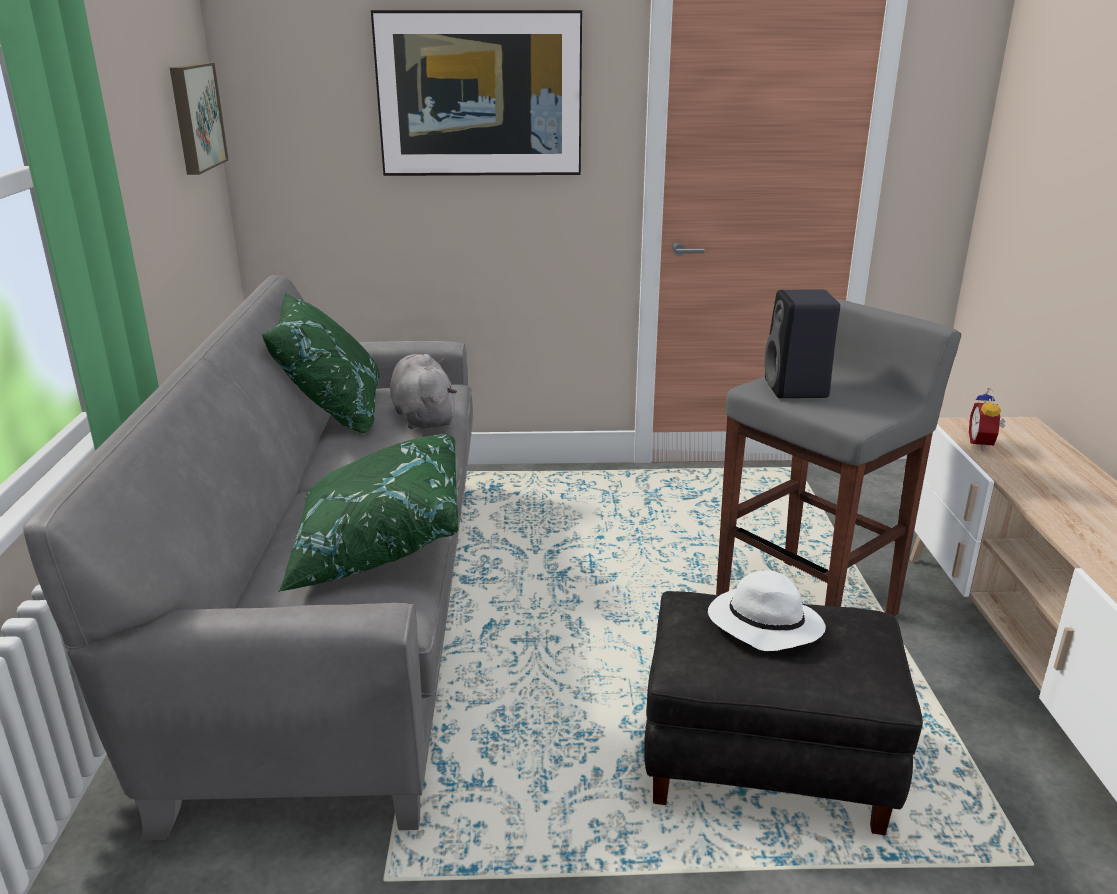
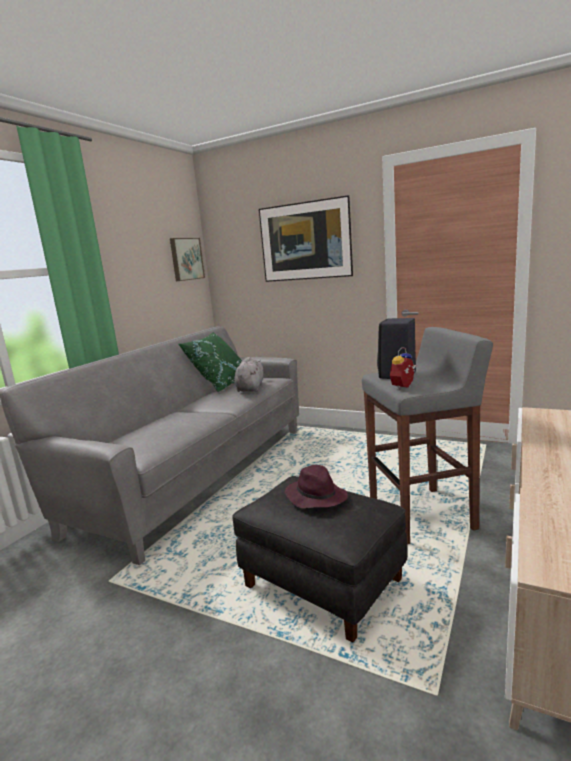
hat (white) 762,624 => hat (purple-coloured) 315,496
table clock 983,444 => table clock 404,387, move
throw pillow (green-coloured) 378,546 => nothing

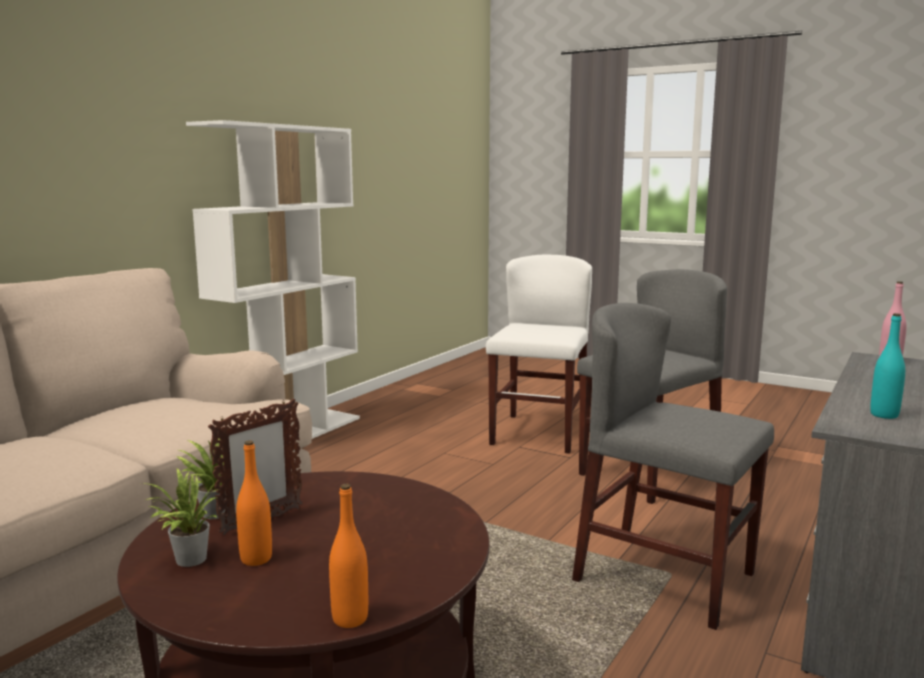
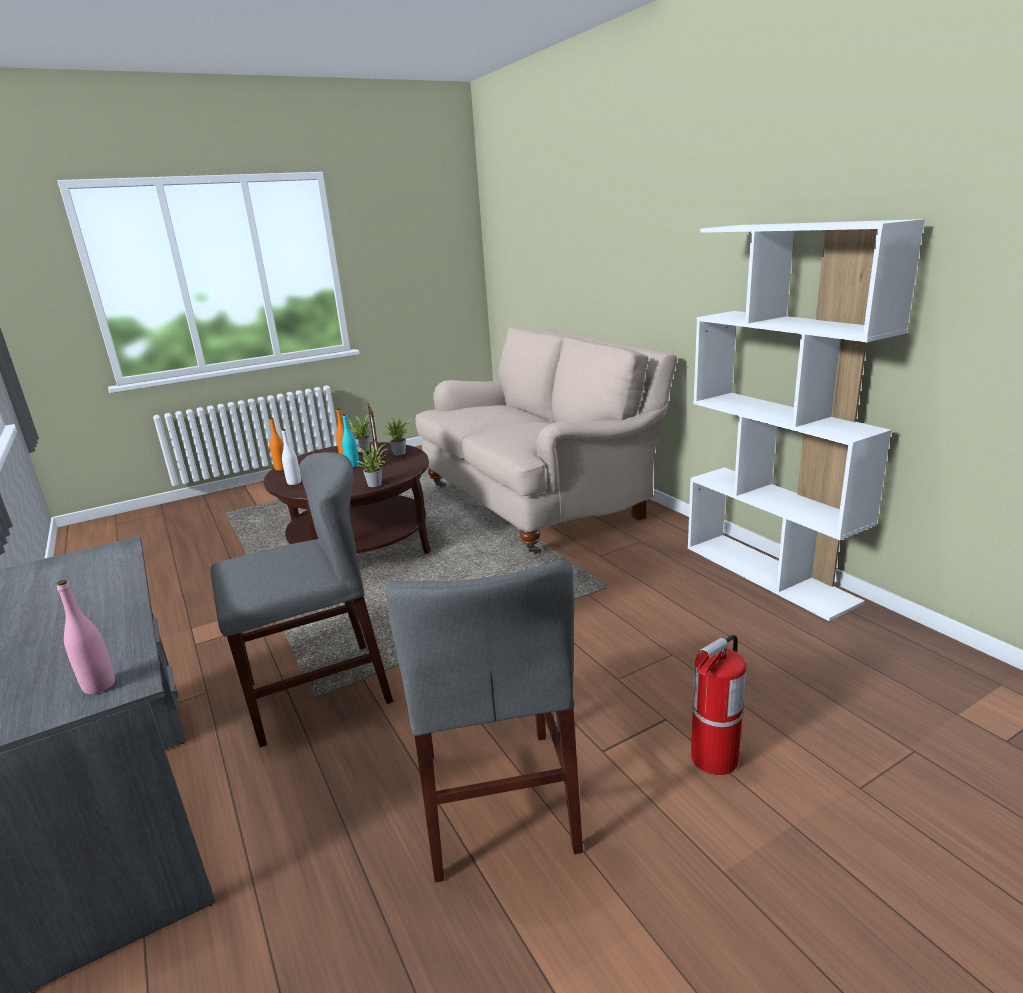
nothing => bottle (white) 294,482
bottle (turquoise-coloured) 884,415 => bottle (turquoise-coloured) 352,465, move
nothing => potted plant 375,483
plain chair (white) 539,433 => fire extinguisher 714,758

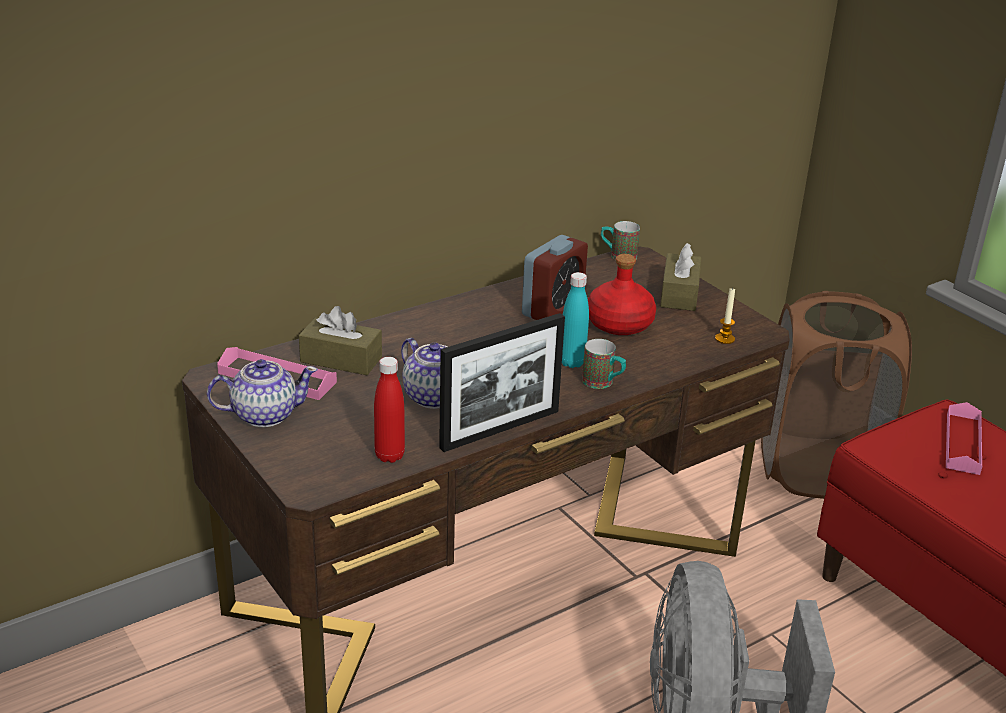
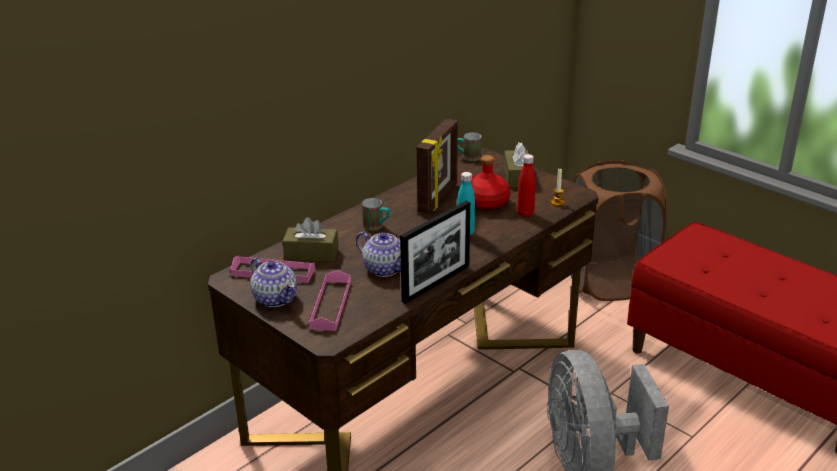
teapot 264,415 => teapot 275,298, 75 degrees clockwise
serving tray (pink-coloured) 962,443 => serving tray (pink-coloured) 330,305, move
mug 603,383 => mug 377,226, move
table clock 552,308 => photo frame 439,198
bottle (reddish) 389,456 => bottle (reddish) 525,213, move

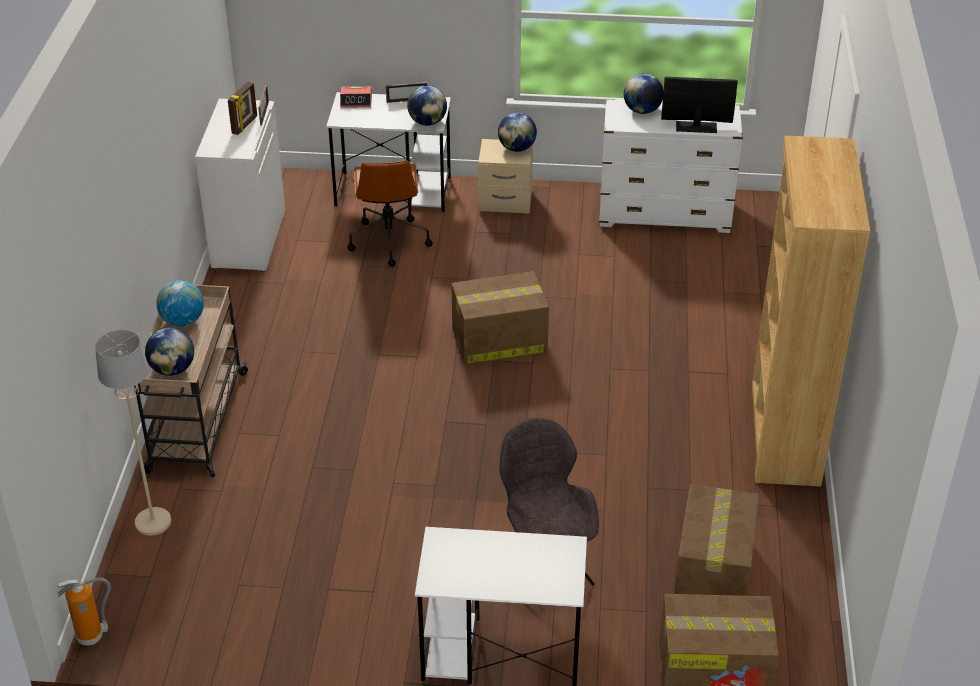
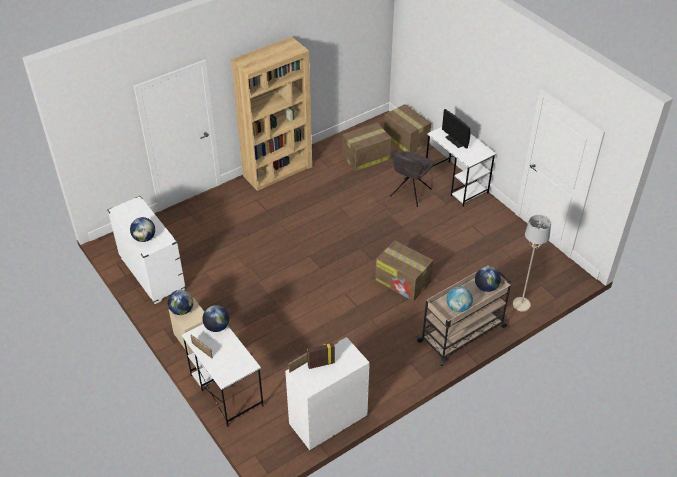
cardboard box 498,340 => cardboard box 403,281, move
computer screen 696,127 => computer screen 455,140, move
fire extinguisher 91,636 => nothing
table clock 356,101 => nothing
office chair (brown) 389,240 => nothing

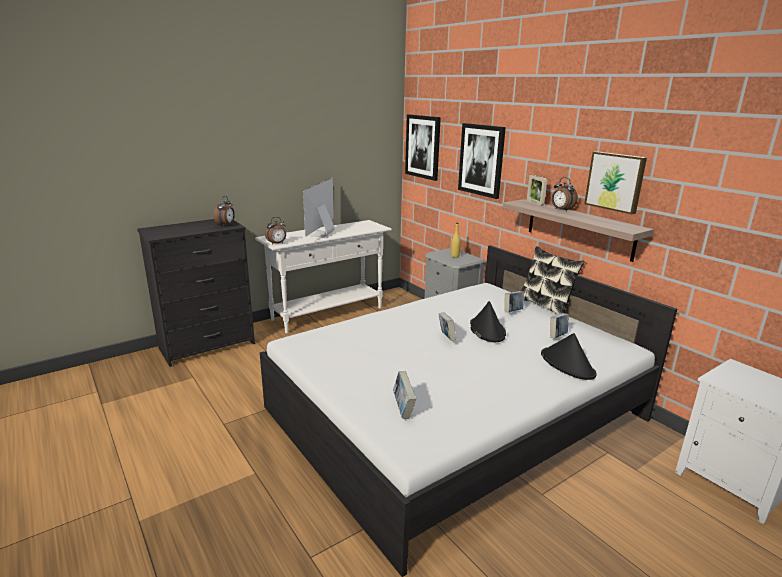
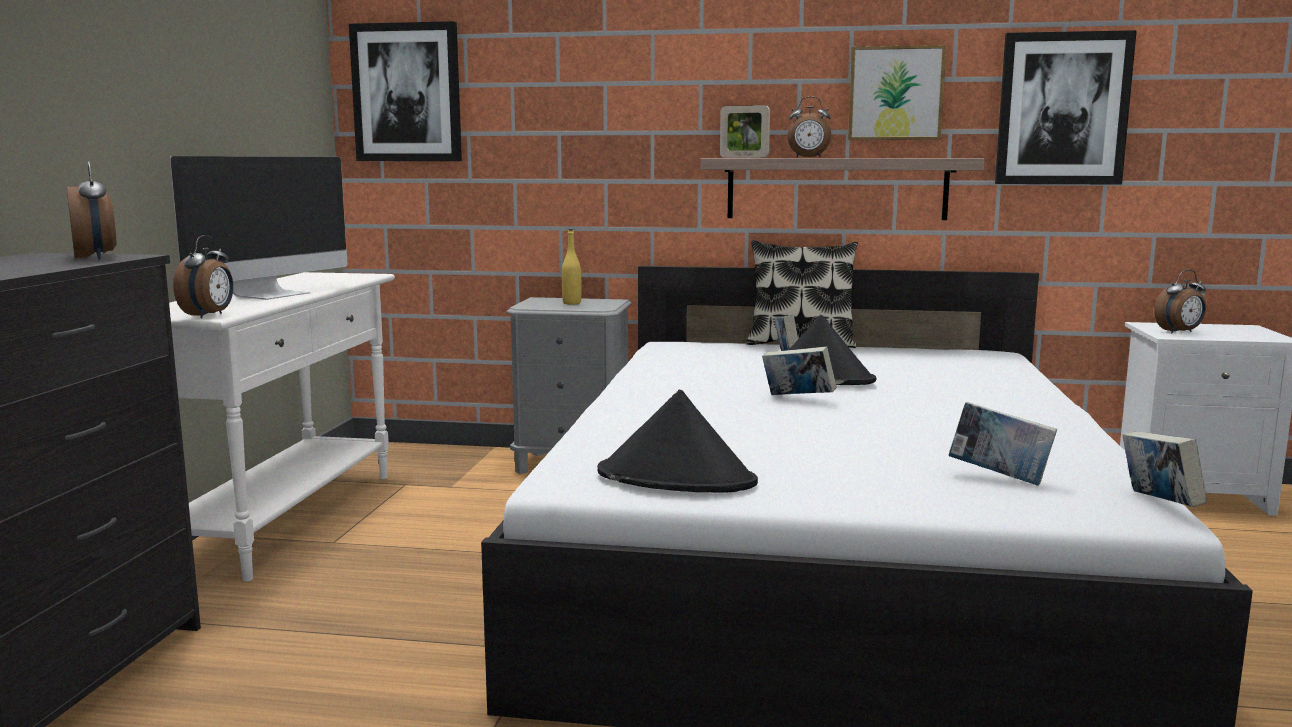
computer screen 321,234 => computer screen 271,294, 120 degrees counterclockwise
hat (black) 567,364 => hat (black) 677,478, move
wall art 481,160 => wall art 1062,109, move
volume 557,337 => volume 1158,504, move
nothing => table clock 1179,332

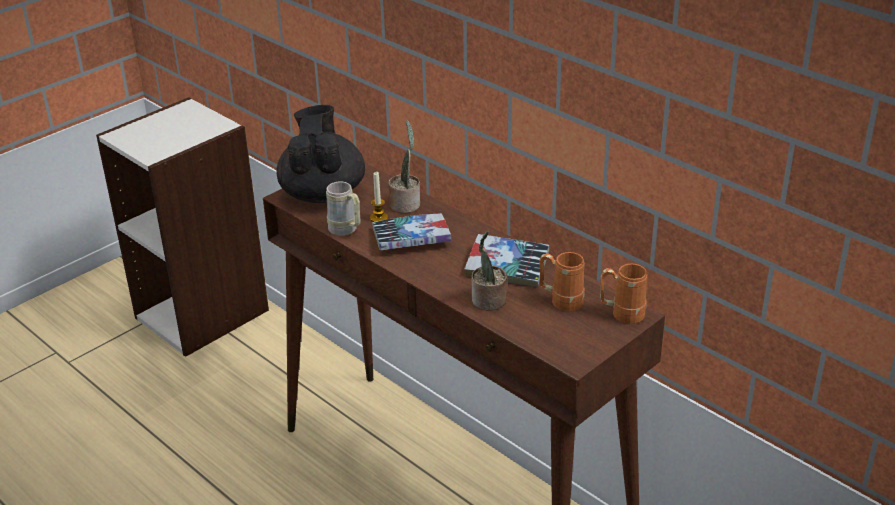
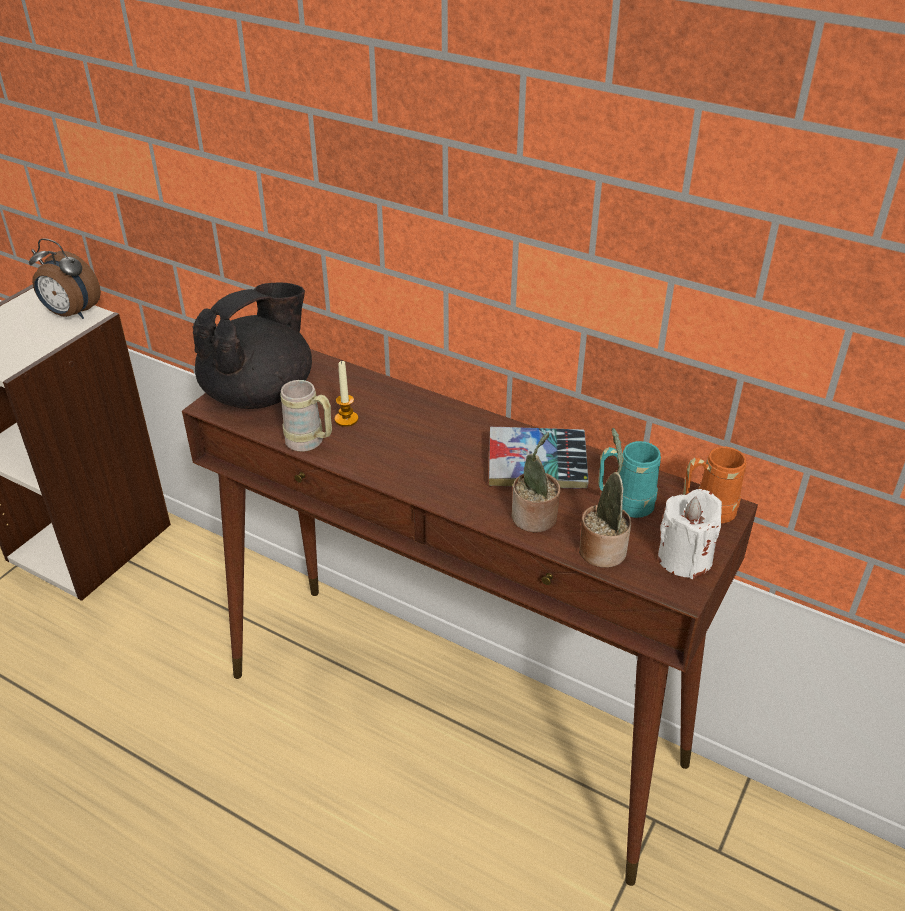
nothing => table clock 71,314
teapot (black) 322,193 => teapot (black) 260,393, 60 degrees clockwise
potted plant 405,204 => potted plant 602,548, move
mug (orange) 560,301 => mug (turquoise-coloured) 624,504
nothing => wax light (white) 684,558
volume 411,239 => nothing

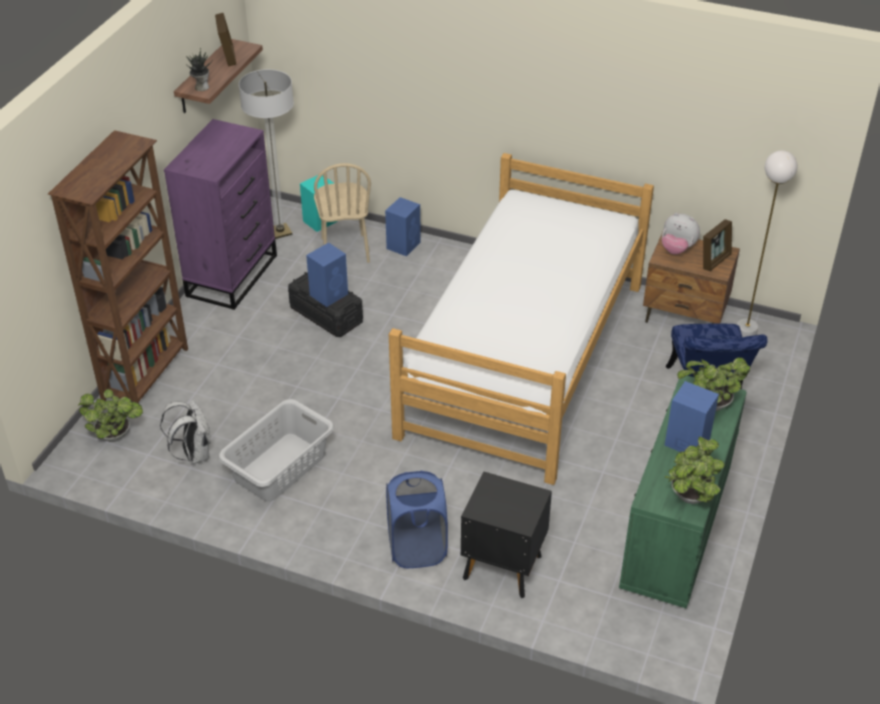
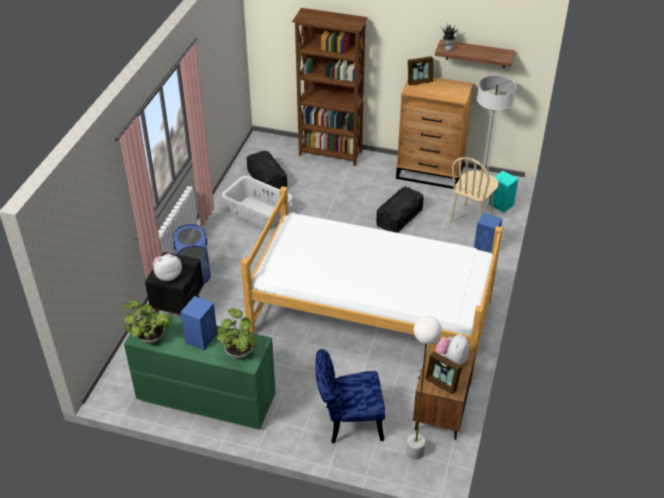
nothing => soft toy 168,276
rucksack (white) 194,454 => storage box (black) 267,180
drawer chest (purple-coloured) 232,275 => drawer chest (brown) 430,173
photo frame 227,56 => photo frame 420,82, move
plain chair (sand-coloured) 344,250 => plain chair (sand-coloured) 471,219, 45 degrees counterclockwise
potted plant 116,436 => nothing
audio speaker (blue) 329,294 => nothing

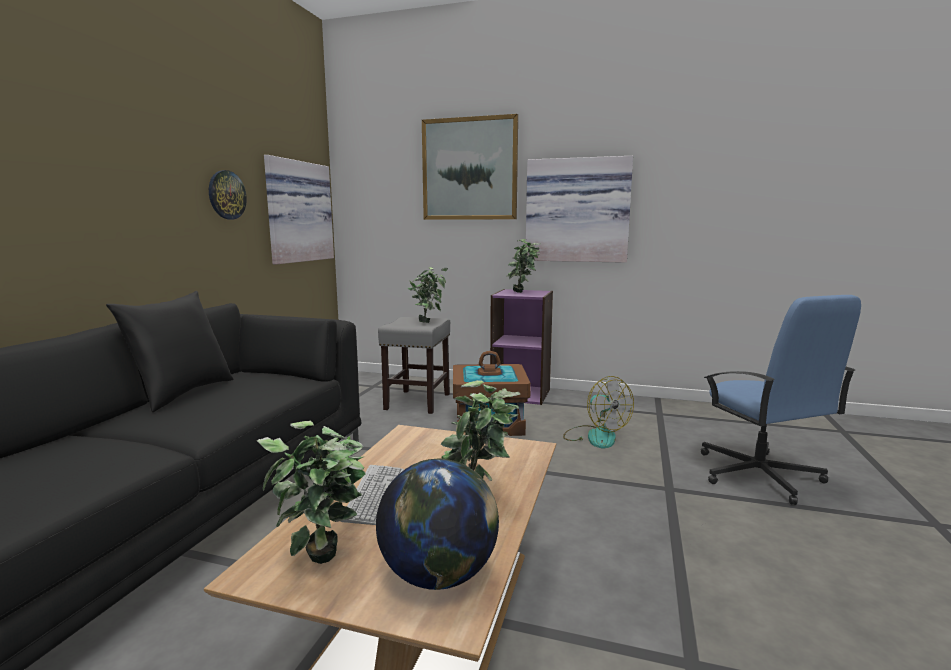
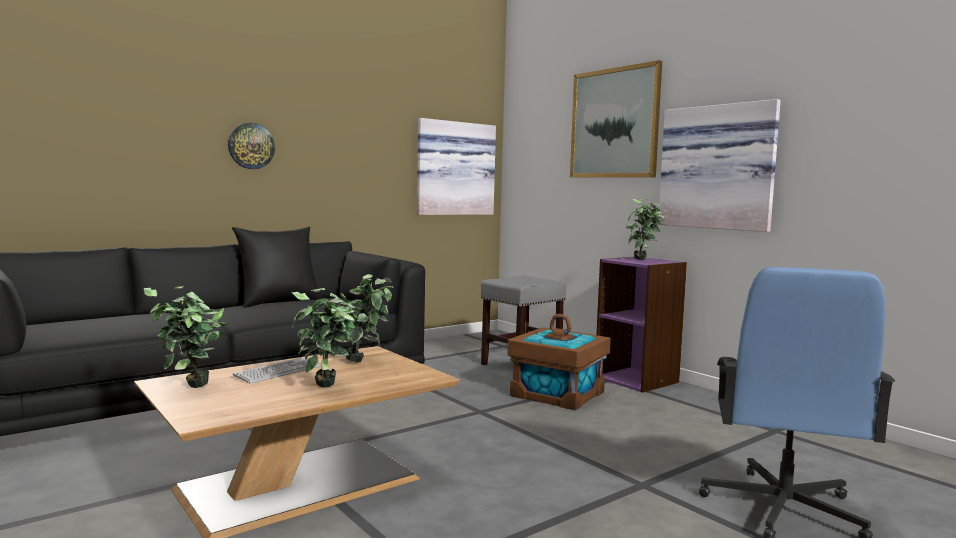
clock on the wall 226,195 => clock on the wall 251,146, move
potted plant 428,322 => potted plant 365,361, move
world globe 439,576 => nothing
fan 595,436 => nothing

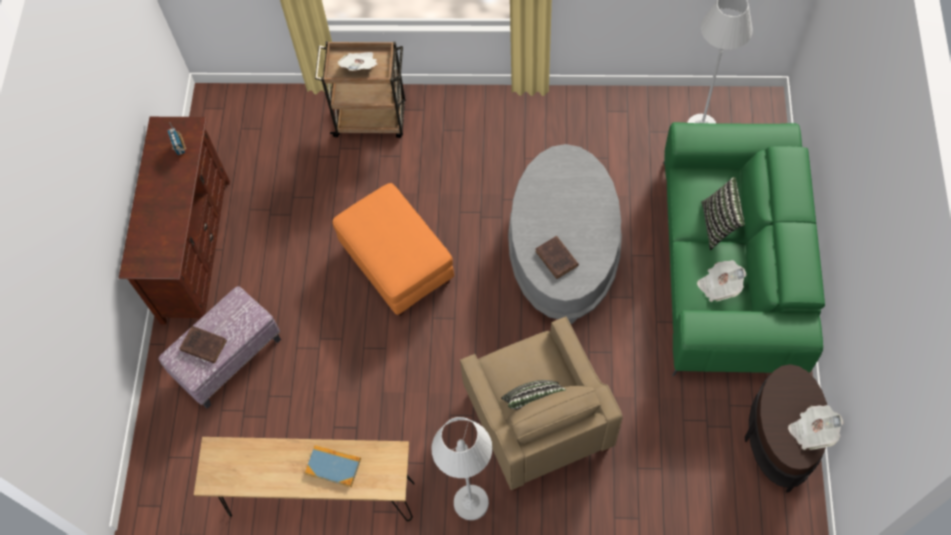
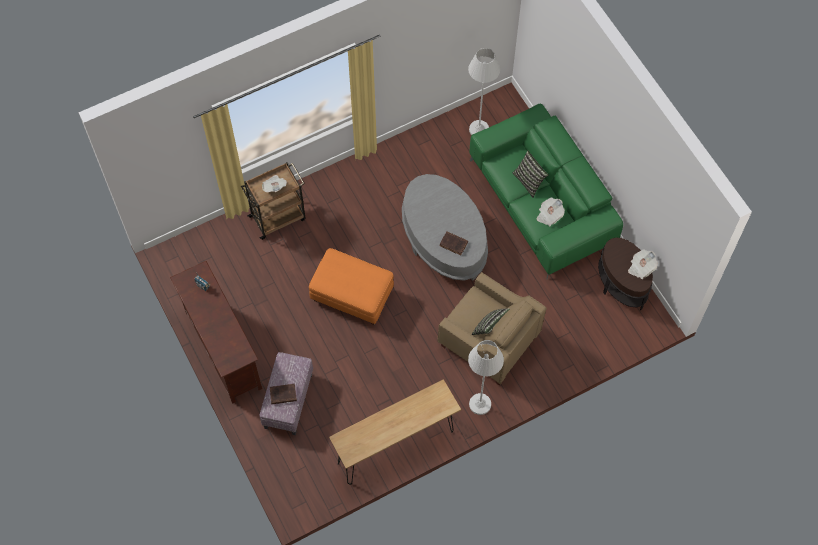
volume 333,466 => nothing

